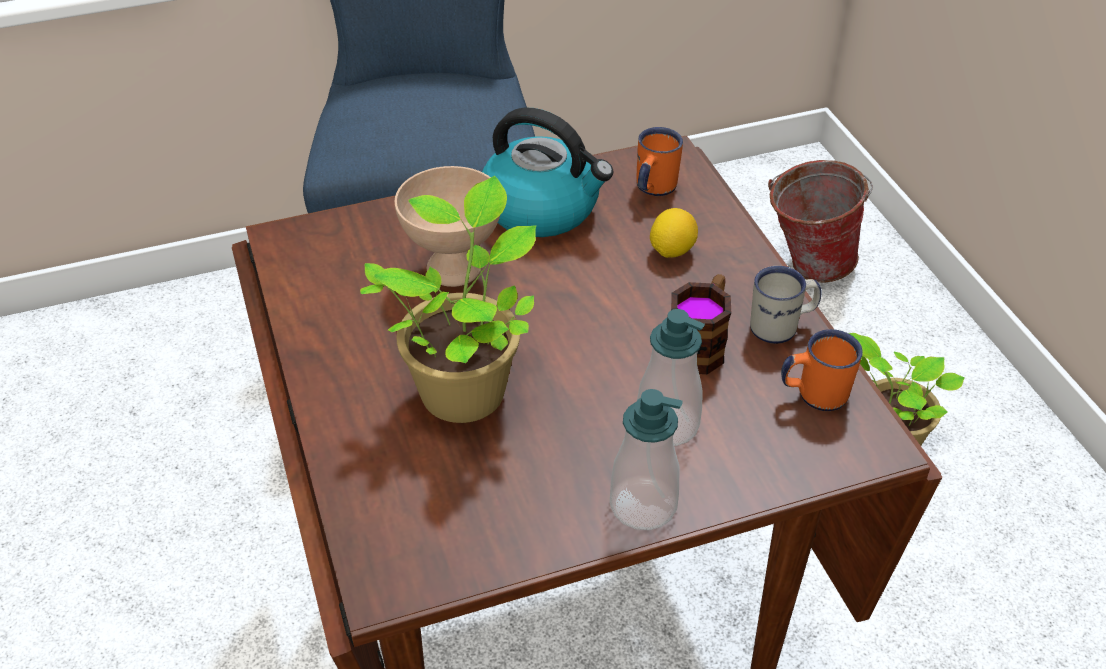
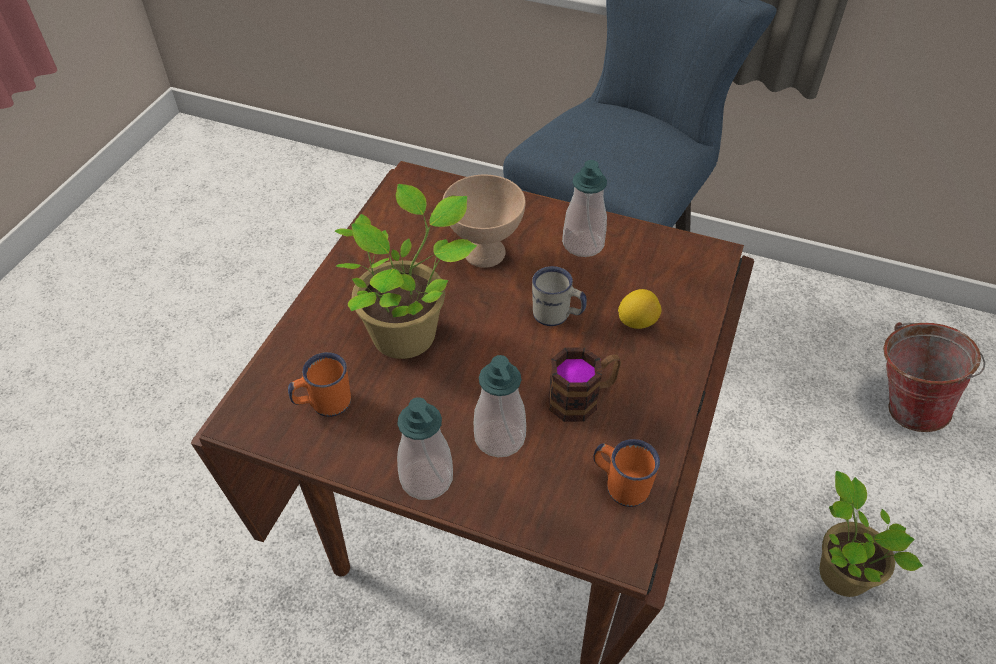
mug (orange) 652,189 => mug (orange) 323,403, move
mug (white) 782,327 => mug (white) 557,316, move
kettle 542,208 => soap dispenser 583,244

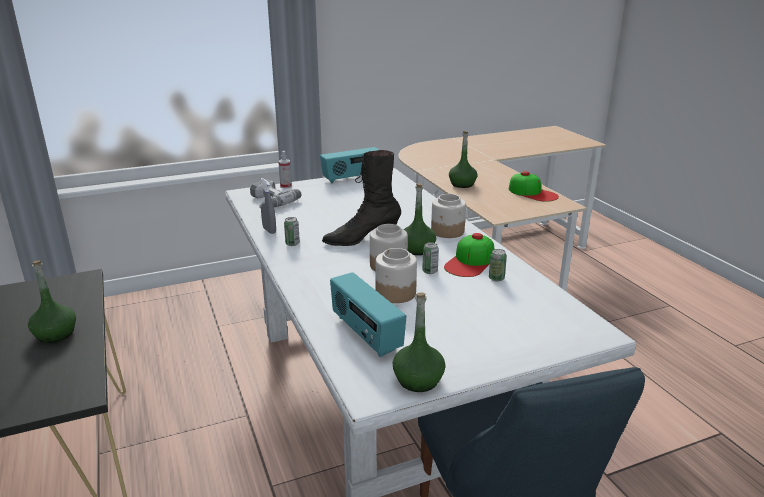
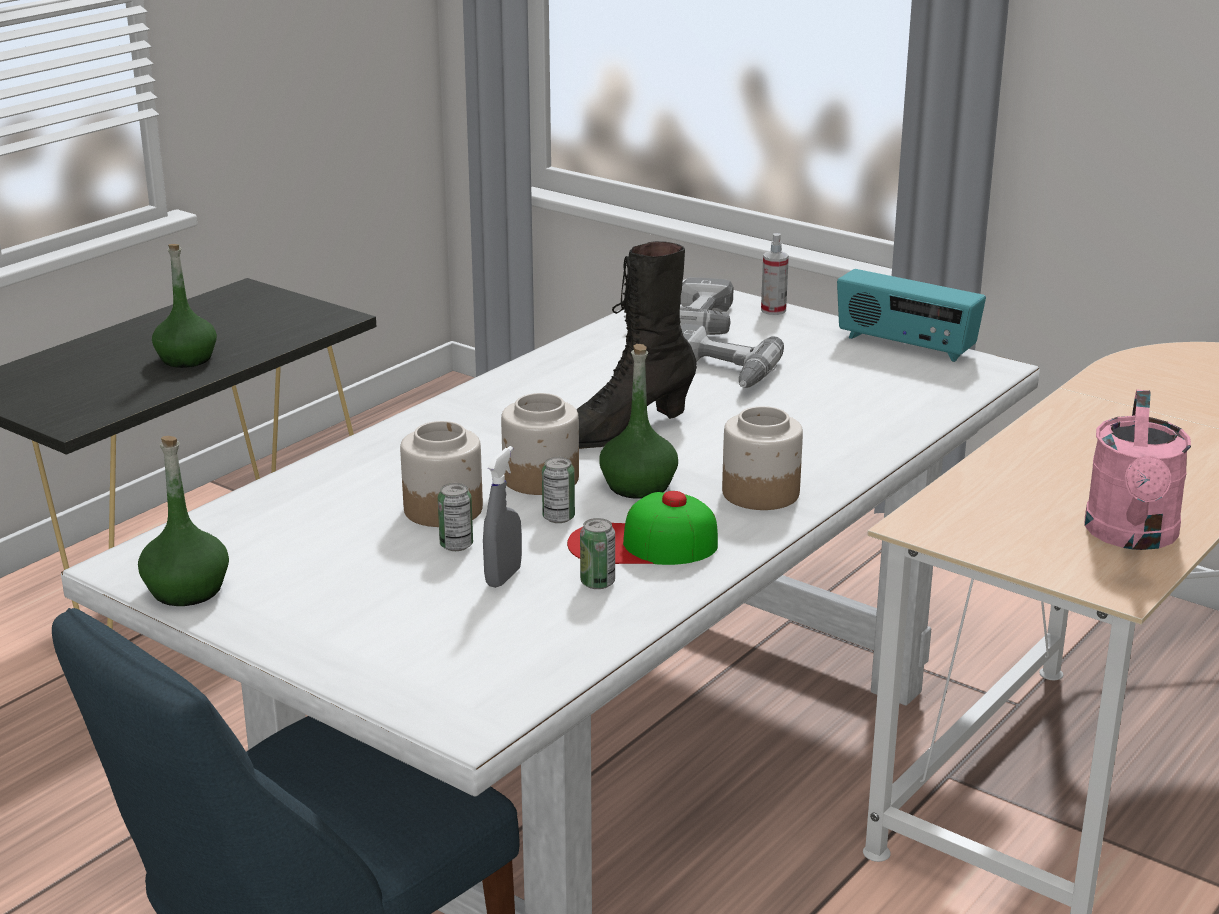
metal can 292,243 => metal can 456,545, move
hand sprayer (greyish) 269,230 => hand sprayer (greyish) 503,577, move
boot (black) 361,239 => boot (black) 621,431, 75 degrees counterclockwise
nothing => drill 719,372
cap 532,193 => sprinkling can (pink-coloured) 1132,536
radio 365,334 => nothing
bottle (green-coloured) 462,184 => nothing

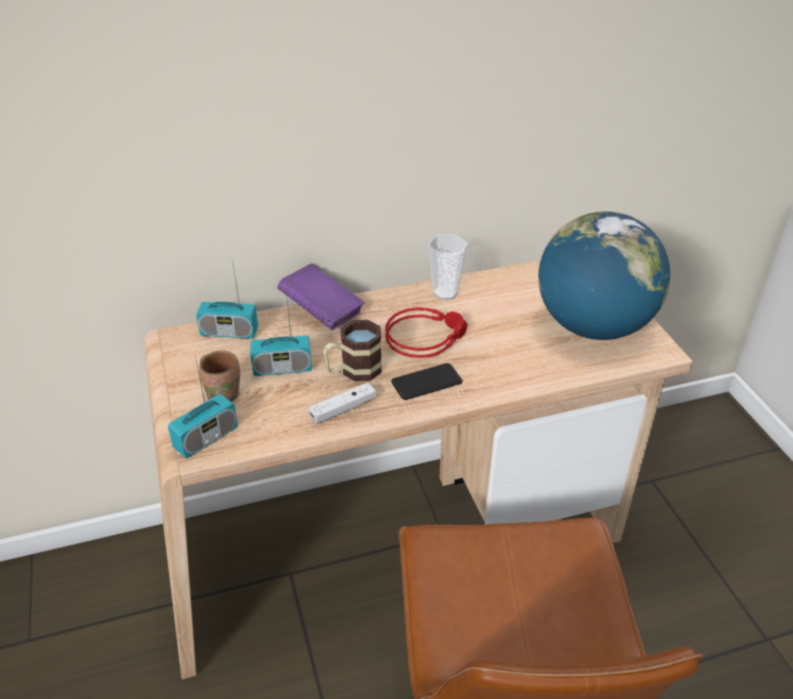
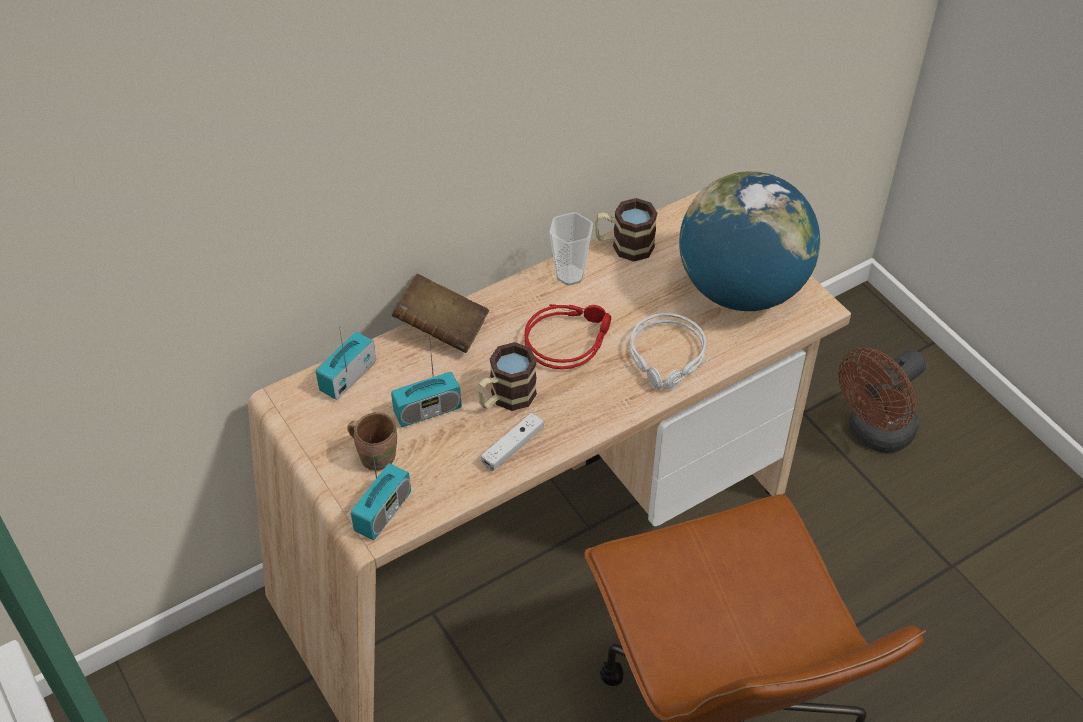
radio 229,332 => radio 348,376, 135 degrees clockwise
volume (purple-coloured) 322,312 => volume (brown) 442,329
nothing => mug 624,246
nothing => headset (greyish) 669,359
nothing => fan (brown) 874,434
handset 426,382 => nothing

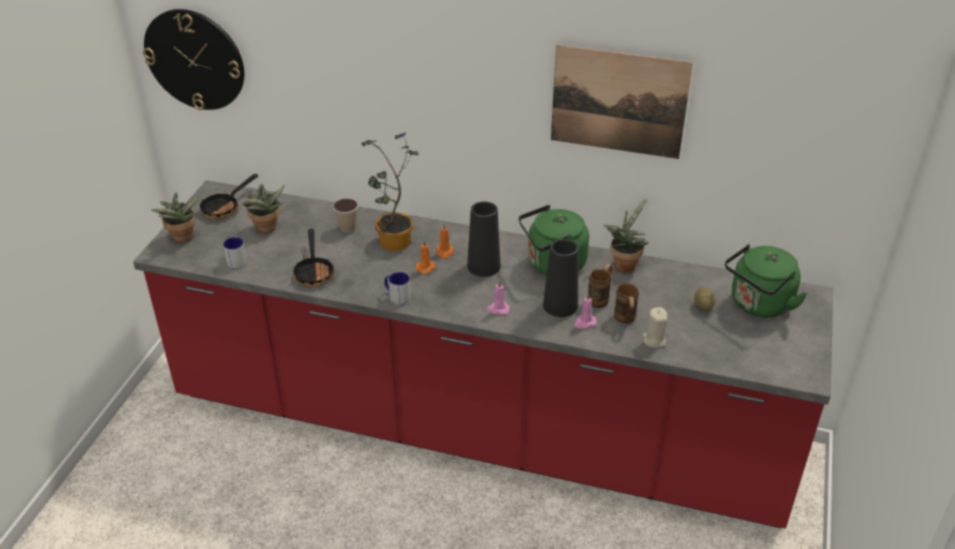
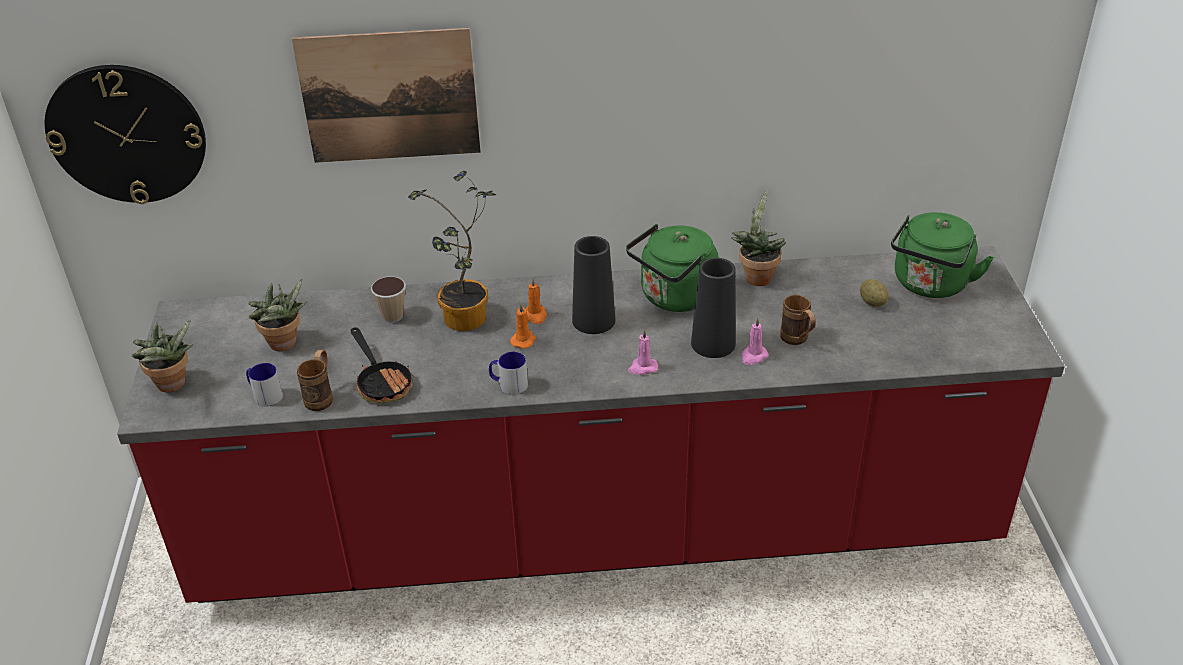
wall art 618,102 => wall art 389,96, move
mug (brown) 600,298 => mug (brown) 321,396, move
frying pan 225,208 => nothing
wax light (sand-coloured) 654,340 => nothing

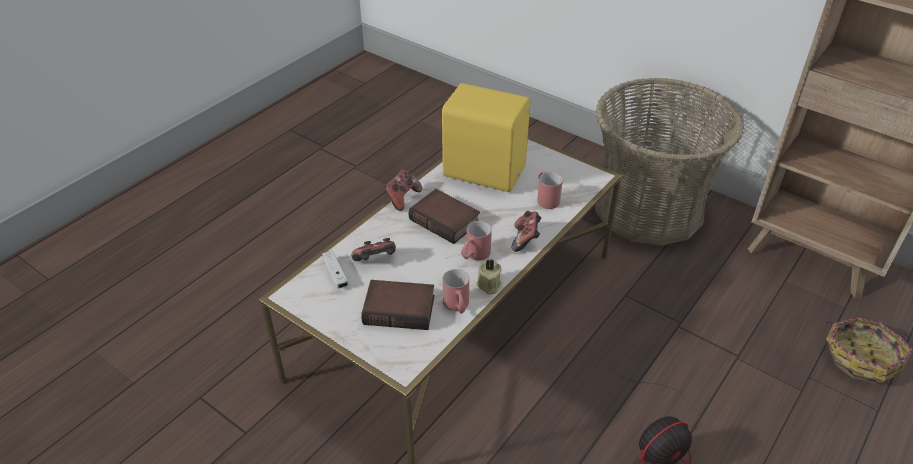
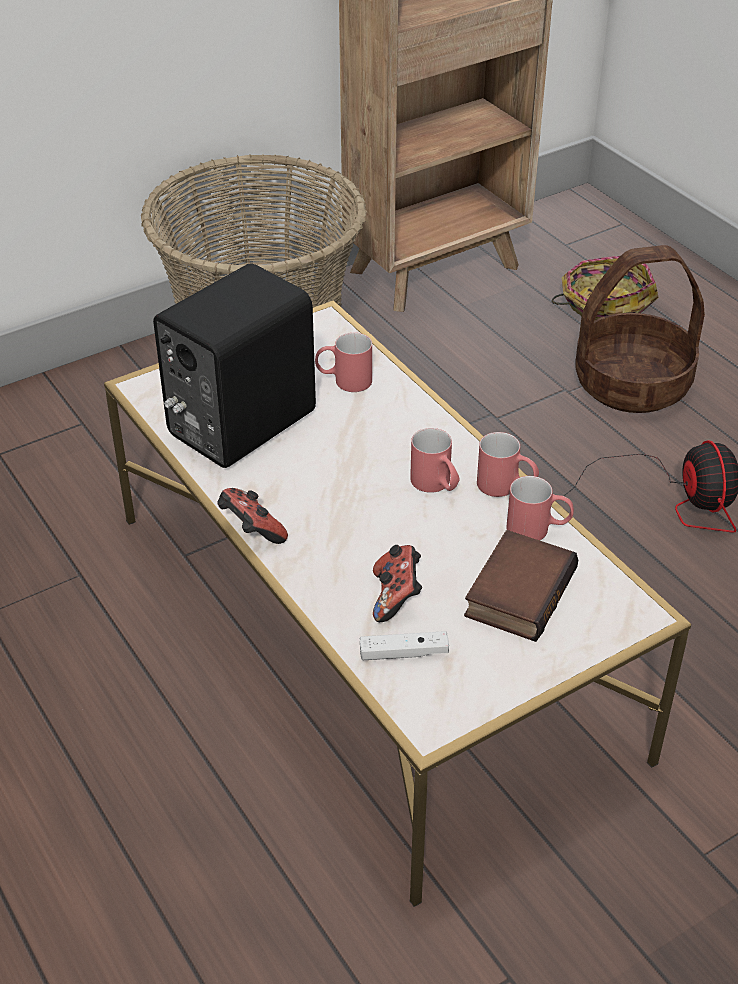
audio speaker (yellow-coloured) 483,170 => audio speaker (black) 237,424
wax light (sand-coloured) 488,285 => mug (reddish) 506,487
nothing => storage basket 631,384
volume 446,220 => nothing
joypad 525,240 => nothing

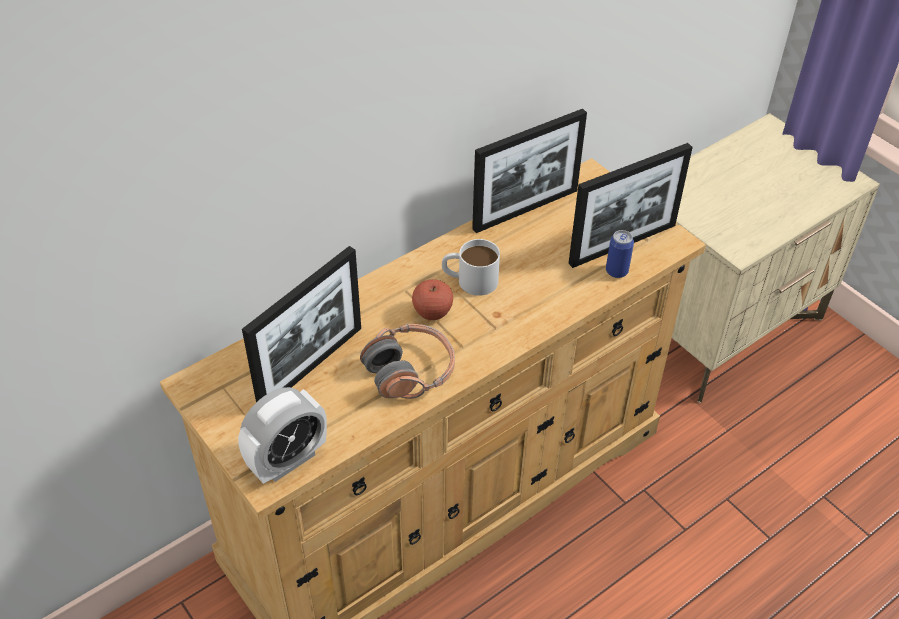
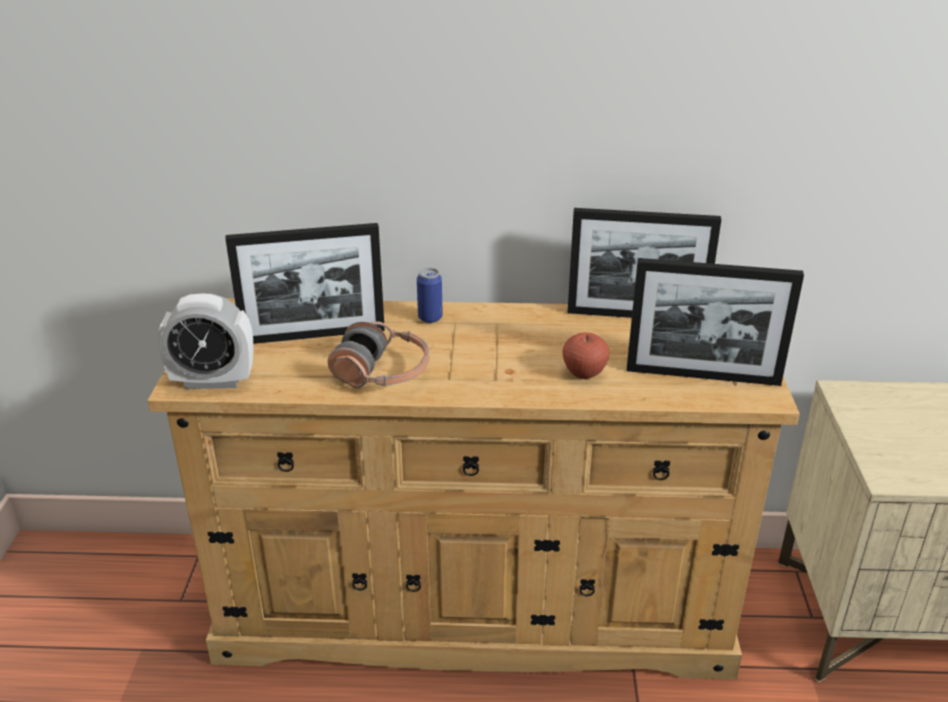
metal can 616,271 => metal can 430,318, move
whole apple 432,313 => whole apple 584,373, move
mug (white) 470,280 => nothing

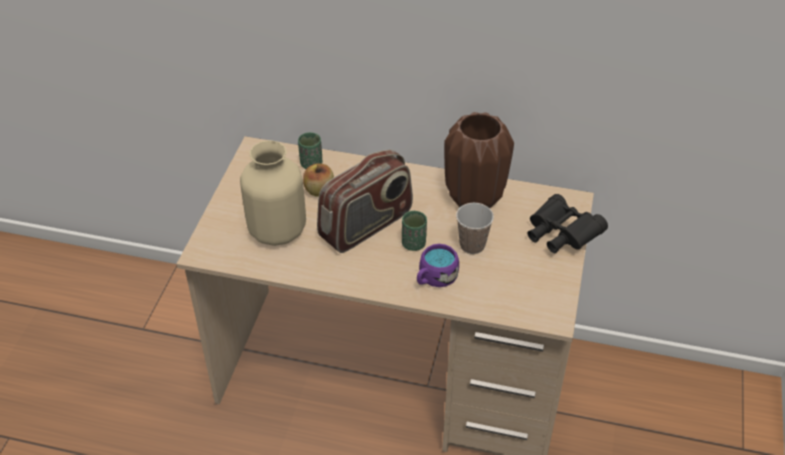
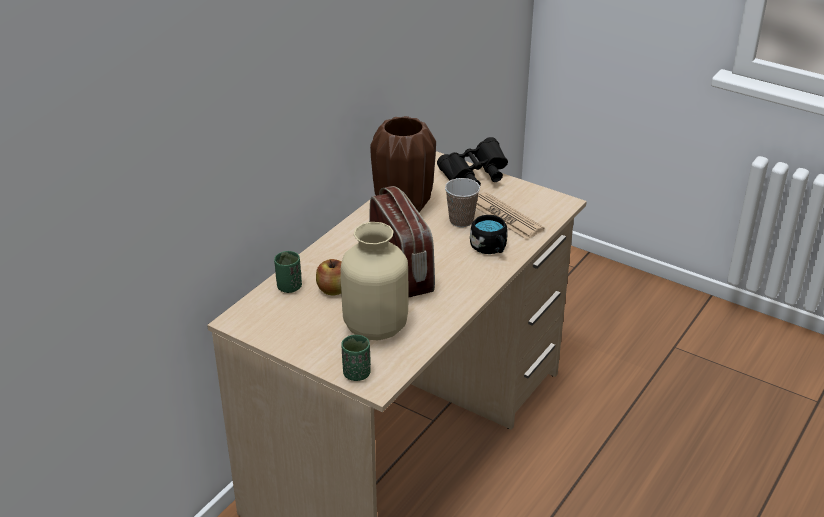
cup (green-coloured) 413,244 => cup (green-coloured) 356,374, move
mug (purple-coloured) 434,278 => mug (black) 490,249
nothing => printed paper 505,217

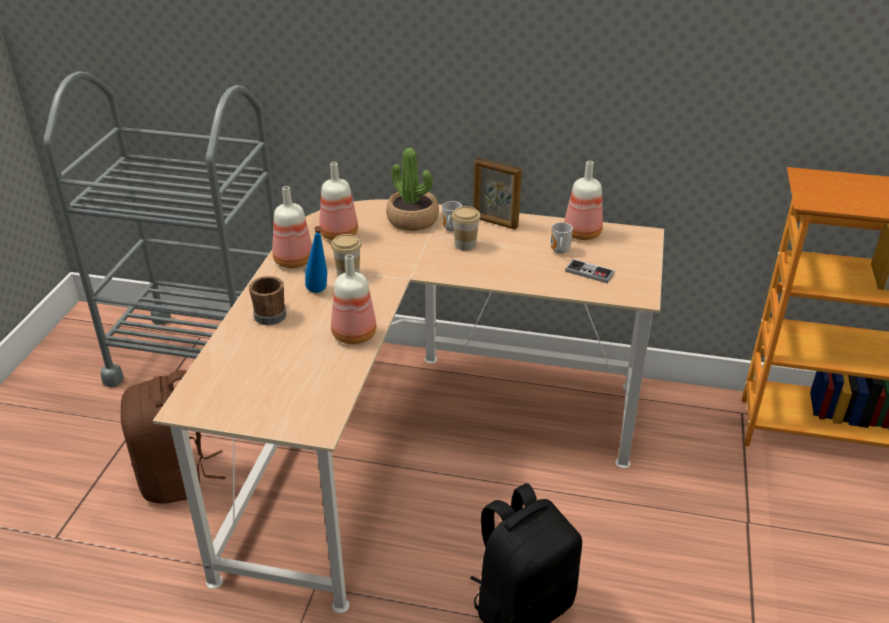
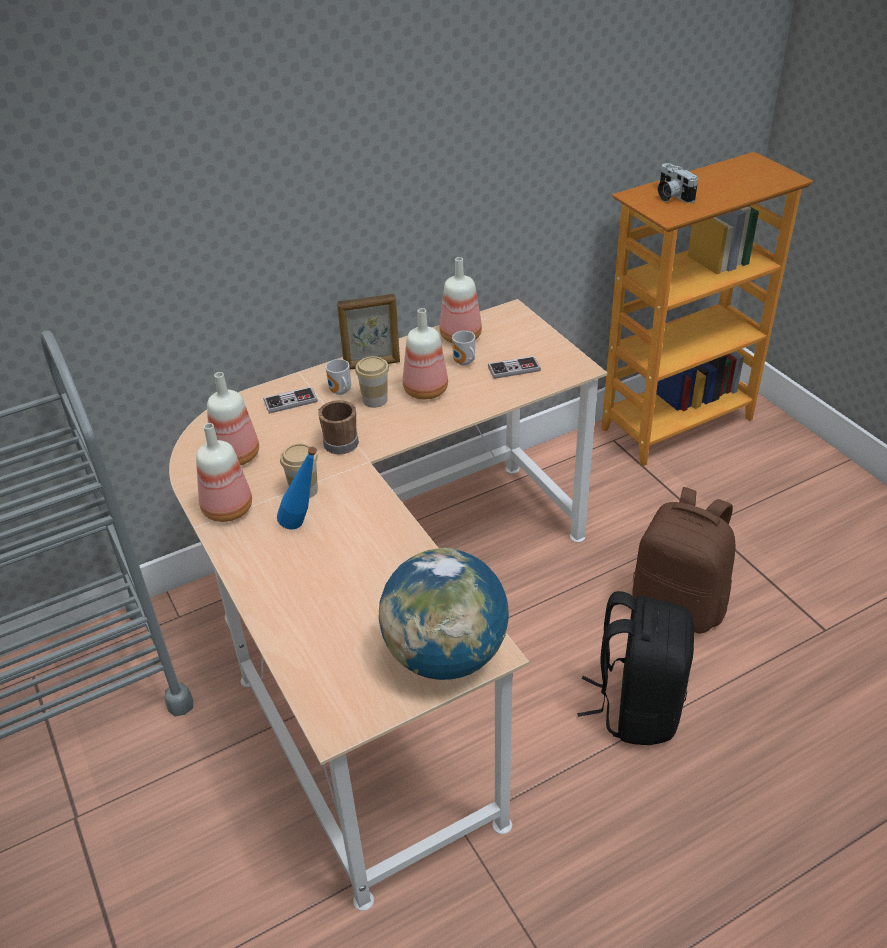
potted plant 413,220 => joypad 290,401
mug (brown) 271,313 => mug (brown) 338,441, move
nothing => world globe 445,655
bottle 353,335 => bottle 426,391, move
rucksack (brown) 176,477 => rucksack (brown) 679,605, move
nothing => still camera 671,196

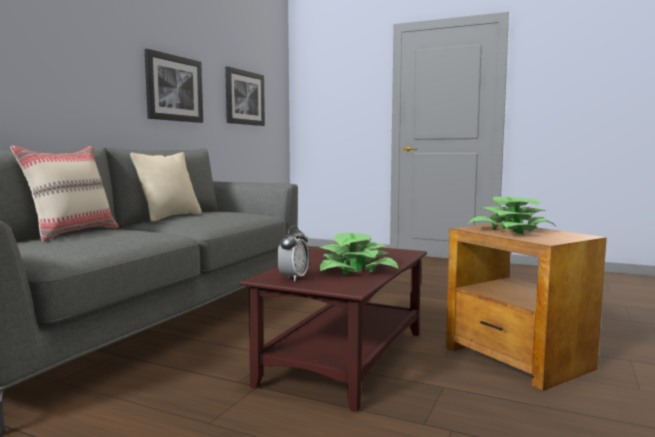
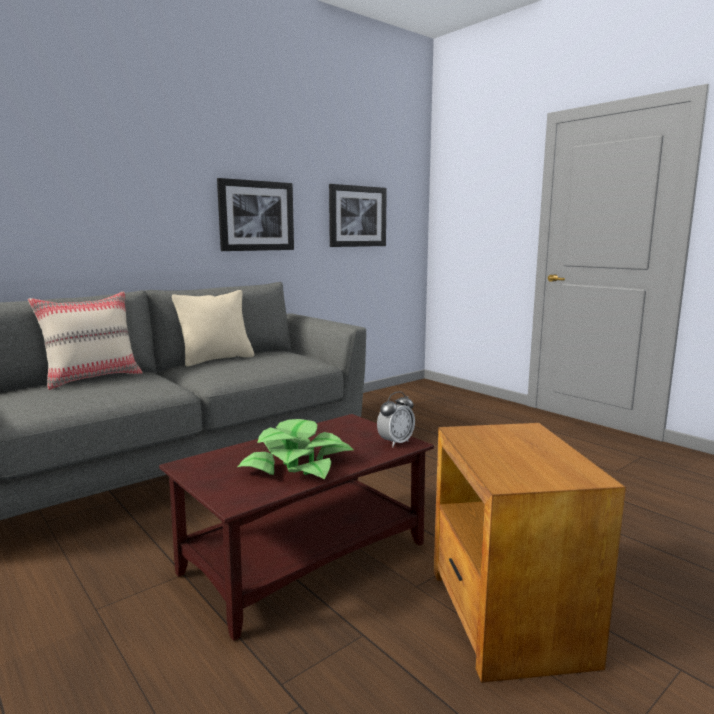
table clock 293,278 => table clock 395,442, move
potted plant 511,230 => nothing

